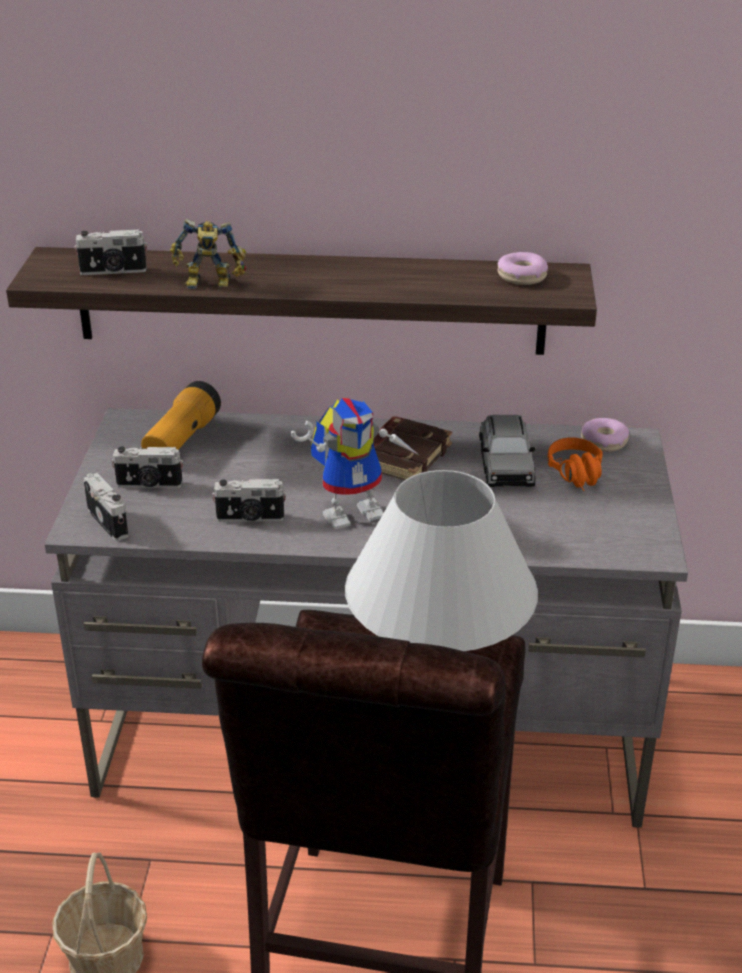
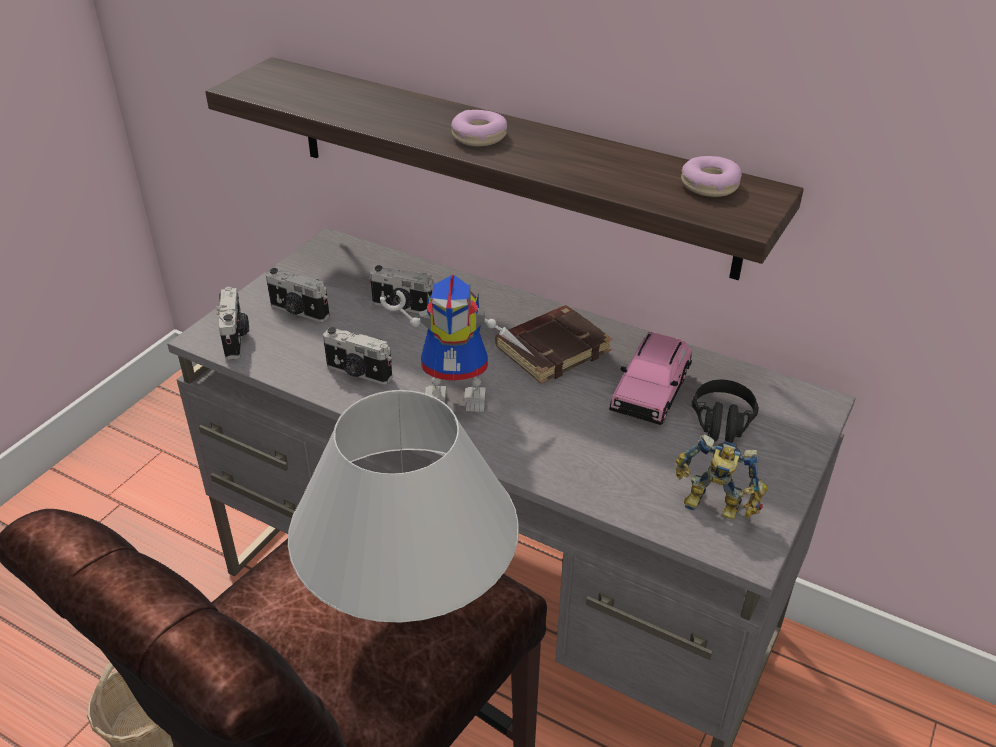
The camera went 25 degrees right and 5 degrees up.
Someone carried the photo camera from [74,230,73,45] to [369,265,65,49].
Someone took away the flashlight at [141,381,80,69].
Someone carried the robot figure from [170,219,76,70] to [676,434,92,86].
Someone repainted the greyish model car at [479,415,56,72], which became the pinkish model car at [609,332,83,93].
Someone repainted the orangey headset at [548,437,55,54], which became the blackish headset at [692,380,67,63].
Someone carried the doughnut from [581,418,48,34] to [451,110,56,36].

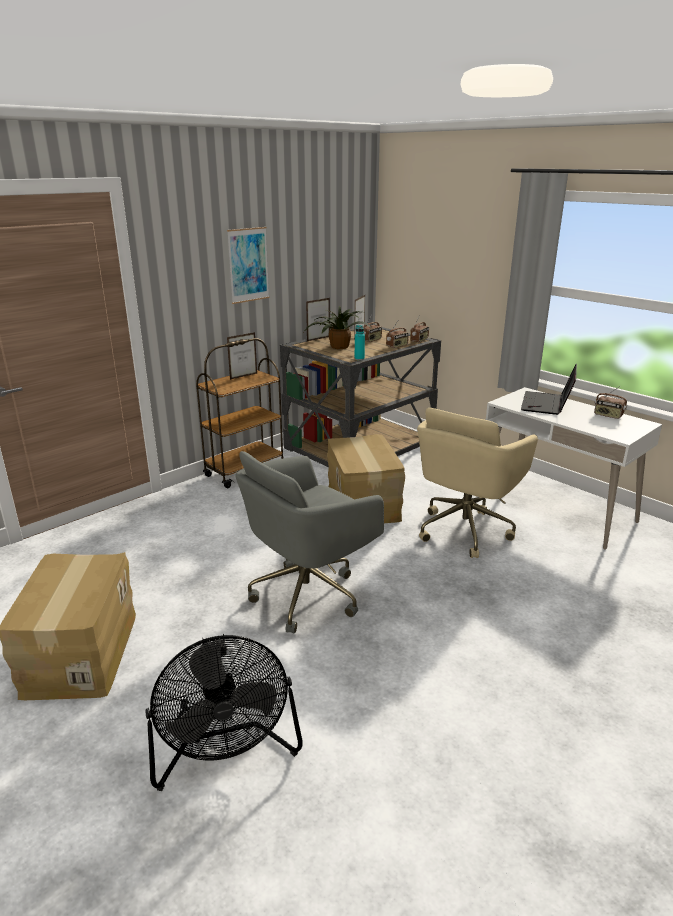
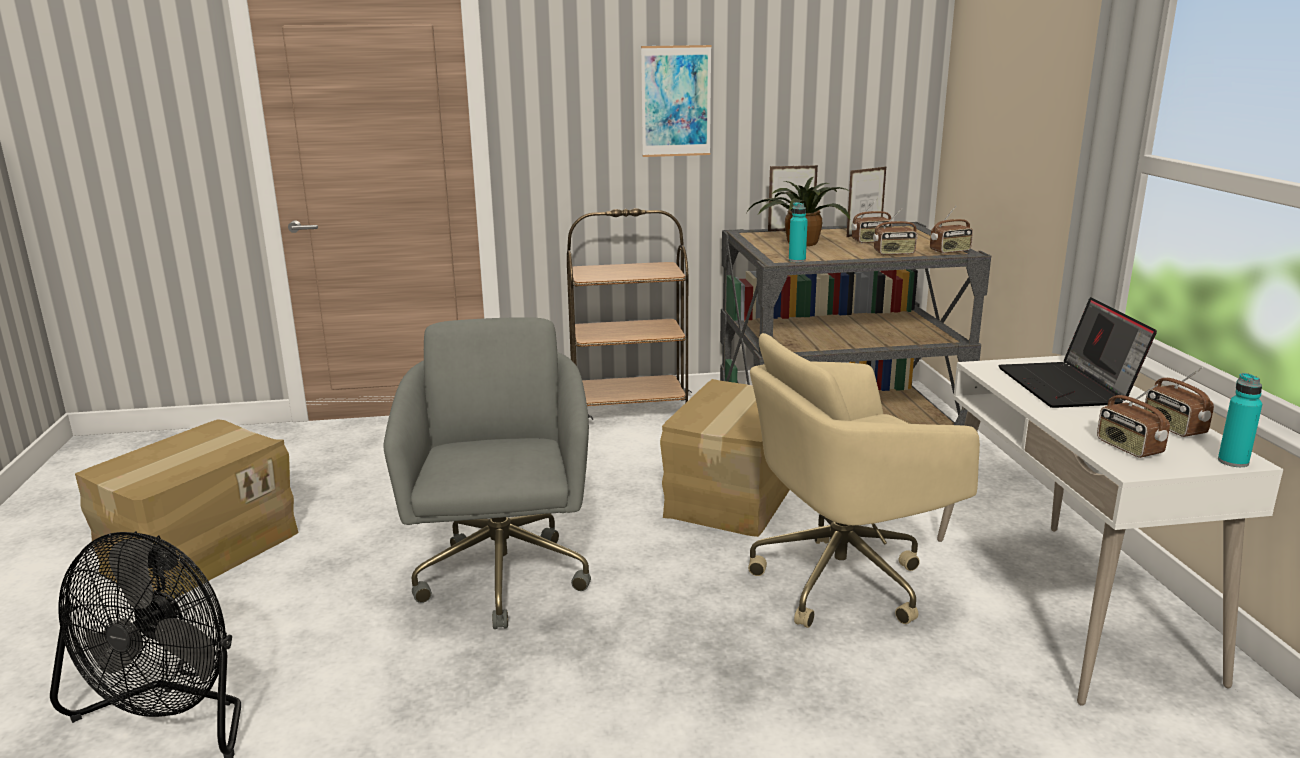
The camera went 35 degrees right and 5 degrees down.
Someone took away the photo frame at [227,332,30,48].
Someone rotated the greyish desk chair at [235,451,149,182] by 90 degrees clockwise.
Someone rotated the portable computer at [521,364,56,51] by 60 degrees counterclockwise.
Someone put down the radio set at [1097,384,73,74].
Someone put down the turquoise-coloured bottle at [1218,373,44,94].

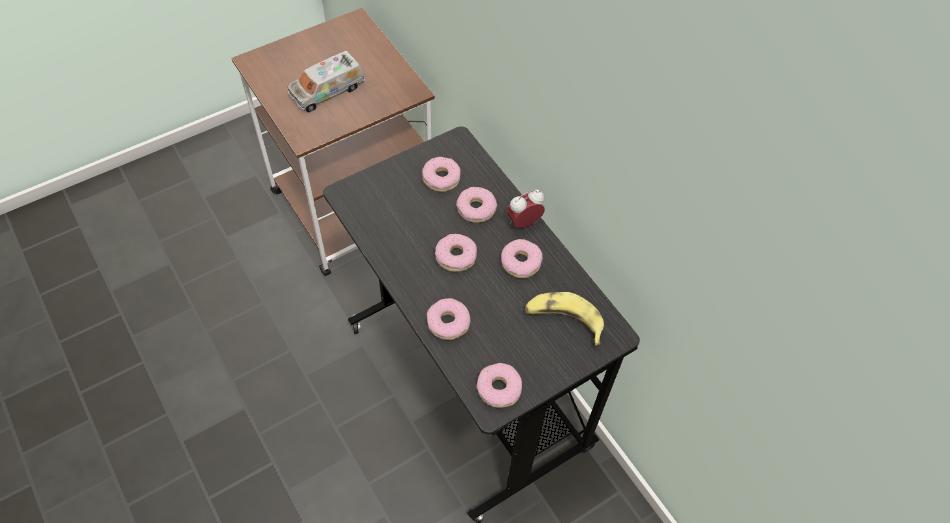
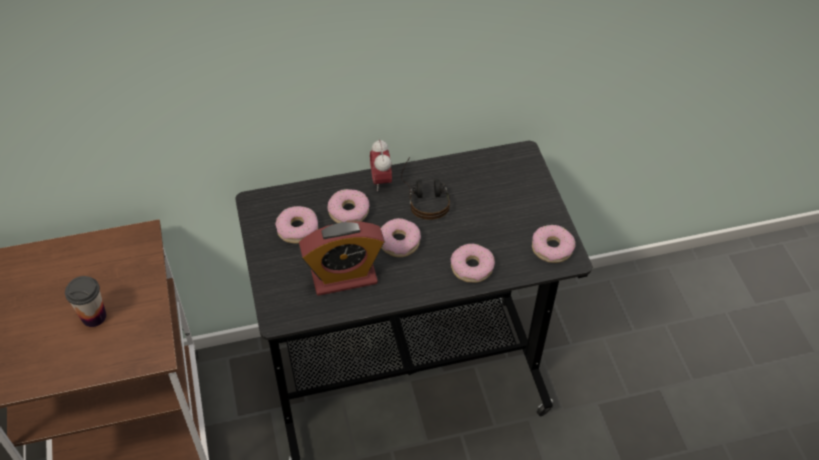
The camera went 70 degrees left and 5 degrees down.
Someone swapped the model truck at [288,51,77,62] for the drinking cup at [65,276,41,51].
Someone swapped the doughnut at [501,239,42,39] for the headset at [401,157,49,63].
Someone took away the banana fruit at [525,292,79,53].
Someone put down the bedside clock at [299,221,86,75].

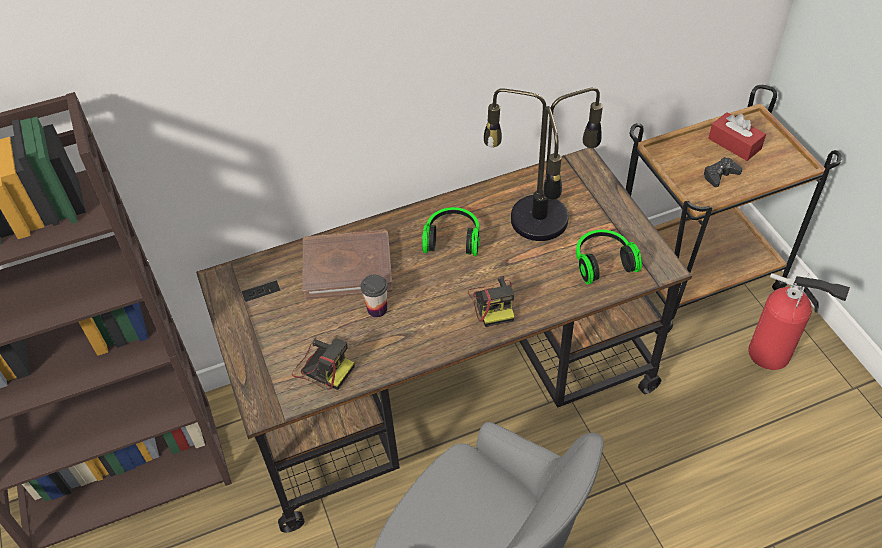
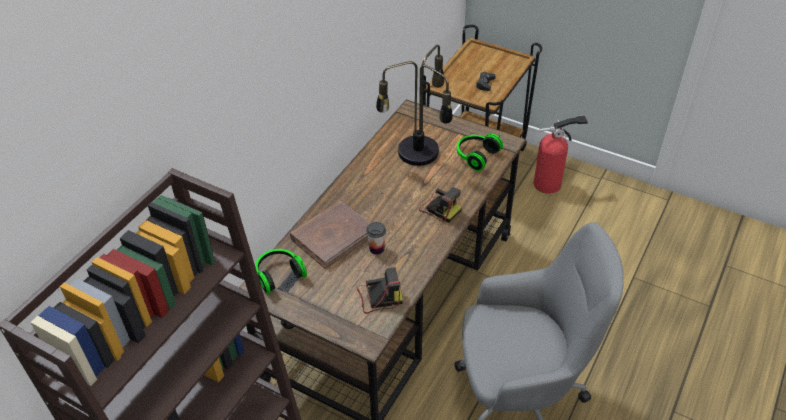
The camera went 40 degrees left and 5 degrees down.
Someone carried the headset from [422,207,58,49] to [255,249,52,45].
Someone took away the red-coloured tissue holder at [708,112,58,49].

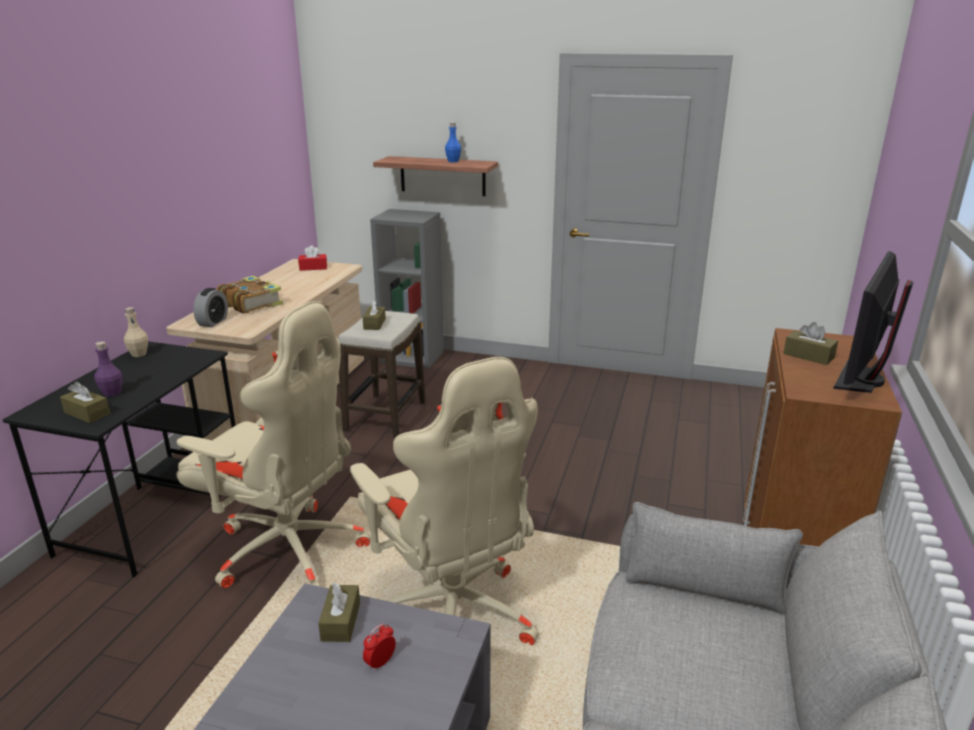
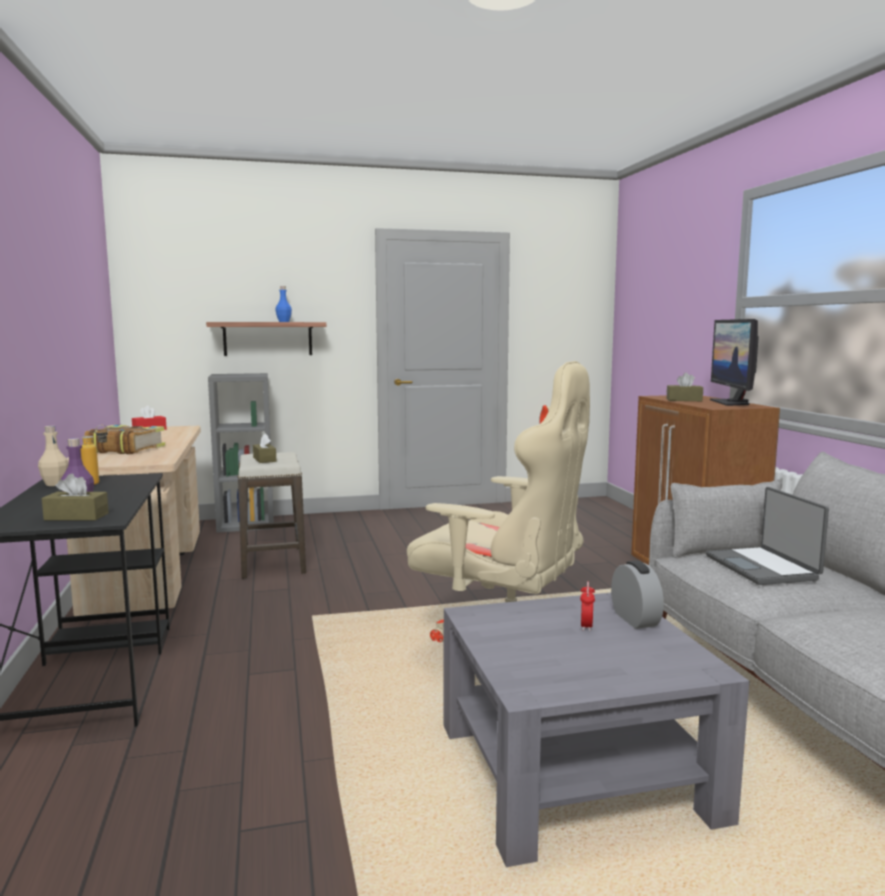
The camera went 30 degrees left and 15 degrees down.
Someone took away the beige desk chair at [177,301,193,287].
Someone carried the bedside clock from [193,288,35,39] to [611,561,53,68].
Someone took away the brown tissue holder at [318,583,42,59].
Someone put down the bottle at [81,425,27,60].
Someone put down the portable computer at [706,487,123,98].

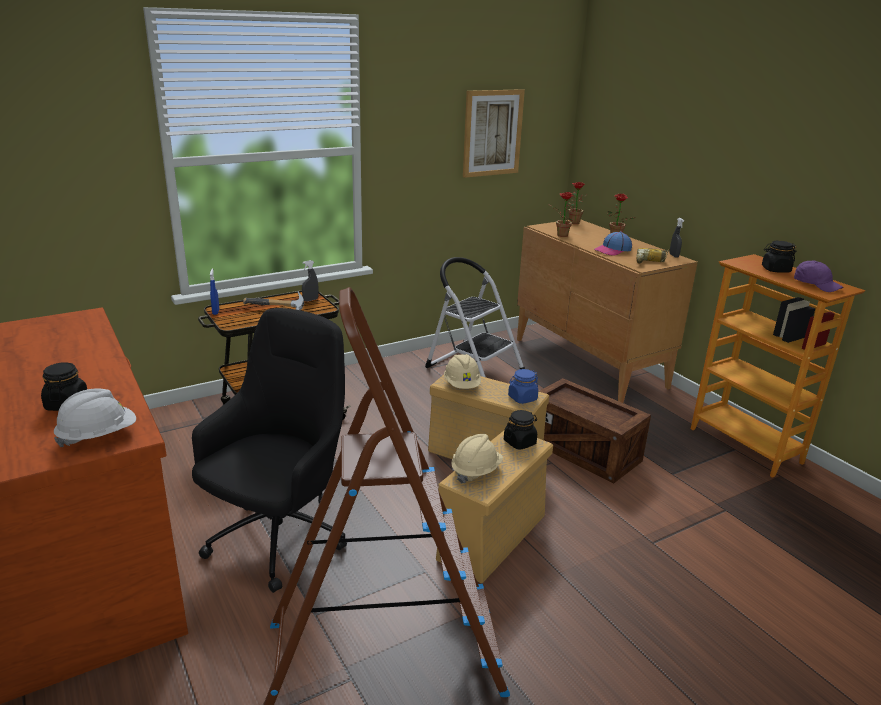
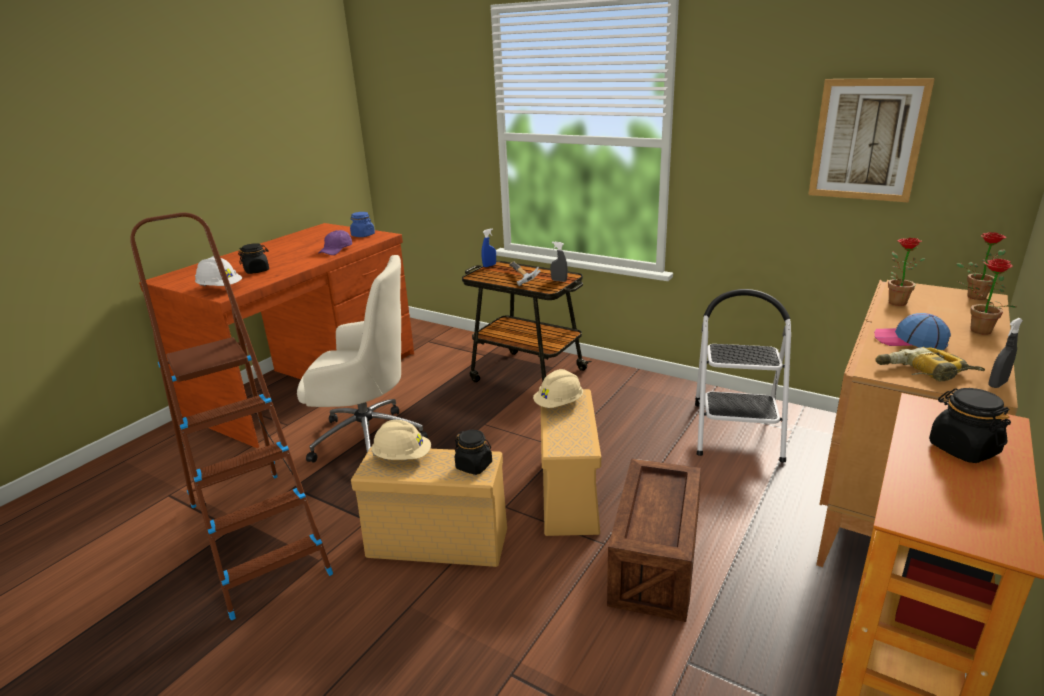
The camera went 65 degrees right and 0 degrees up.
Someone repainted the blackish desk chair at [192,308,155,285], which became the beige desk chair at [297,255,131,208].
Someone carried the blue-coloured storage jar from [508,369,30,35] to [350,212,25,25].
Someone carried the purplish peaked cap from [794,260,49,32] to [318,230,34,25].

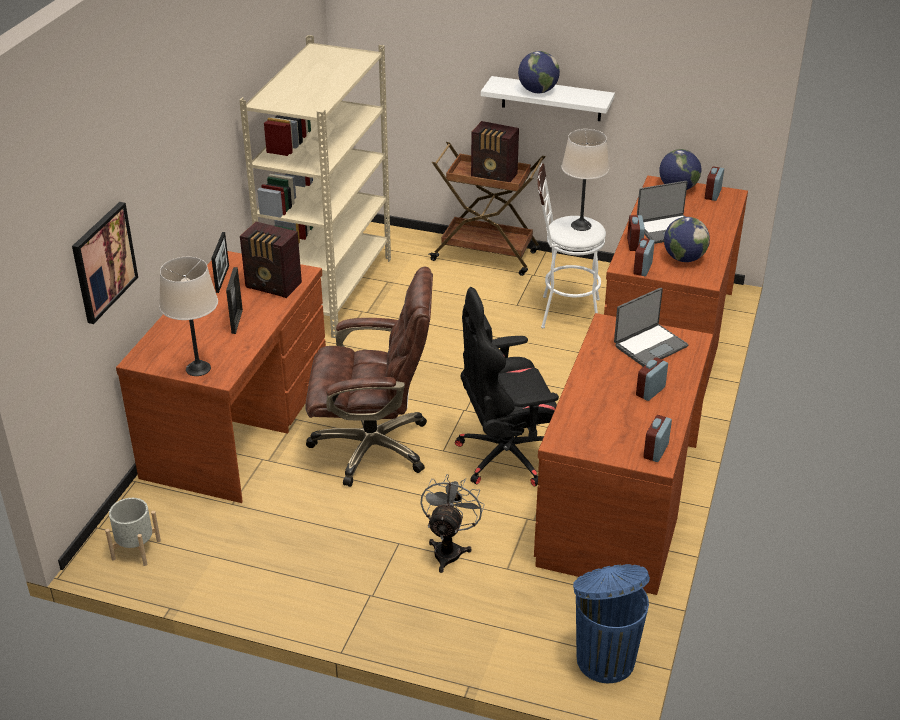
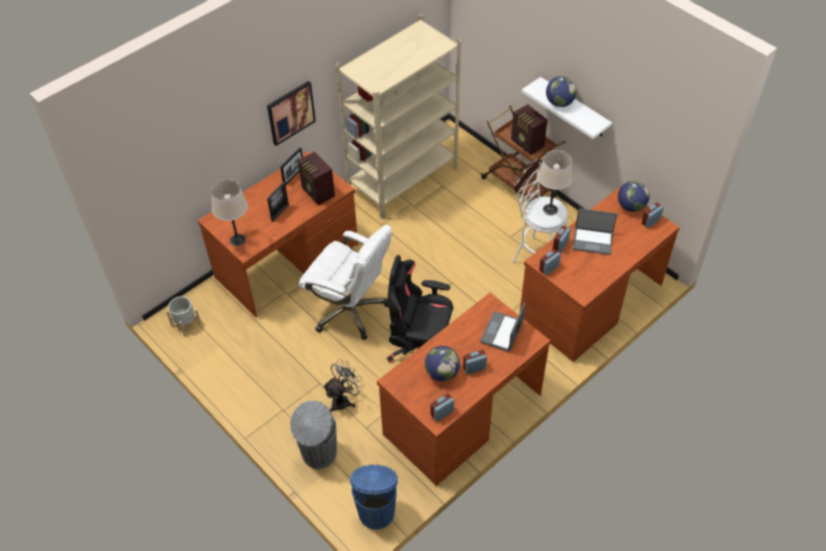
The camera went 30 degrees right and 15 degrees up.
Someone carried the wall art from [72,202,66,122] to [267,81,49,65].
Someone repainted the brown desk chair at [305,267,128,220], which became the whitish desk chair at [299,225,93,115].
Someone rotated the portable computer at [614,288,74,79] by 120 degrees clockwise.
Someone carried the globe from [664,217,46,45] to [425,346,35,35].
Someone put down the greyish rubbish bin at [290,401,47,68].

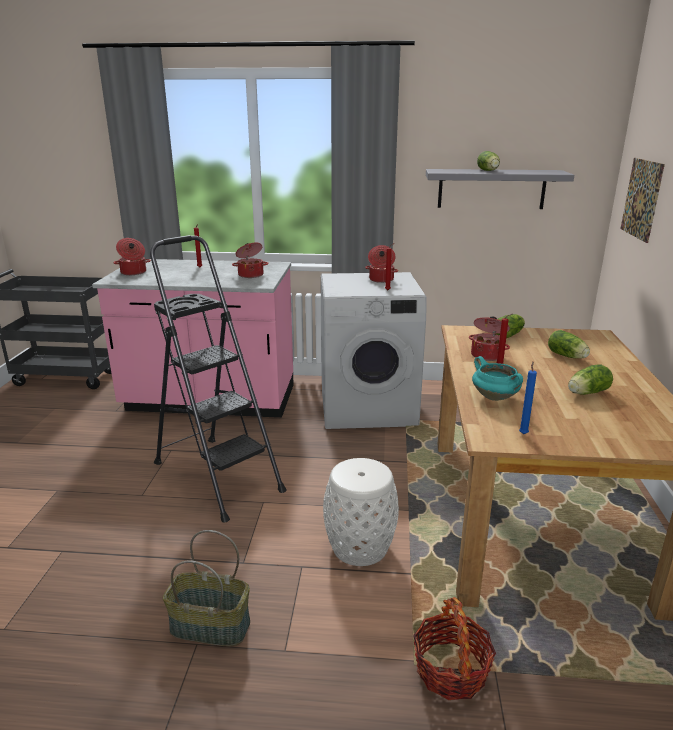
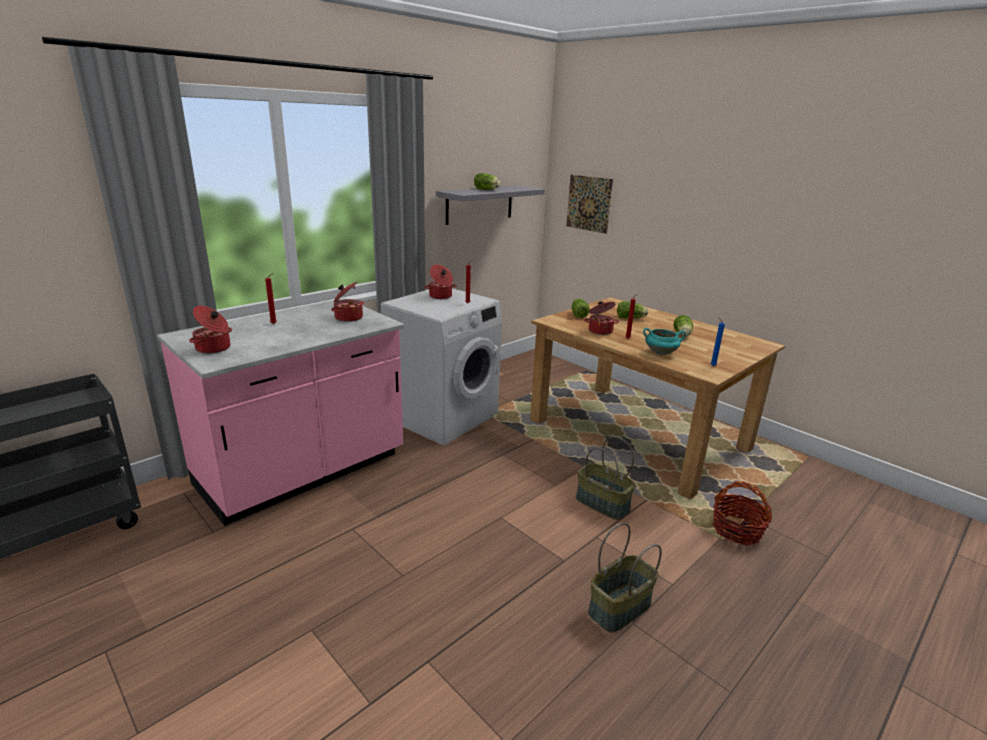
The camera went 50 degrees left and 0 degrees up.
Someone took away the step stool at [150,235,137,288].
Someone swapped the whitish stool at [323,458,76,108] for the basket at [576,436,60,84].

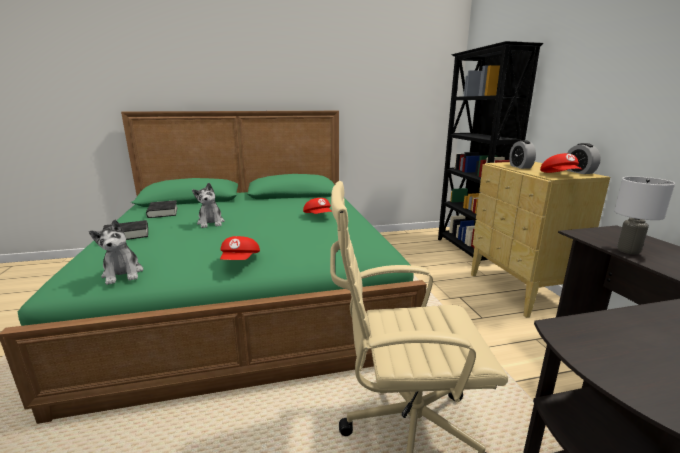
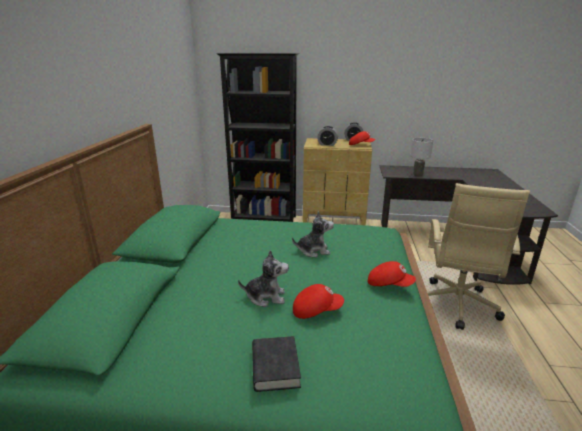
The camera went 70 degrees left and 5 degrees up.
Someone carried the plush toy from [89,220,54,65] to [292,211,42,46].
Someone took away the blackish book at [146,200,32,18].
Someone carried the red-coloured peaked cap from [303,198,29,16] to [293,284,51,35].

